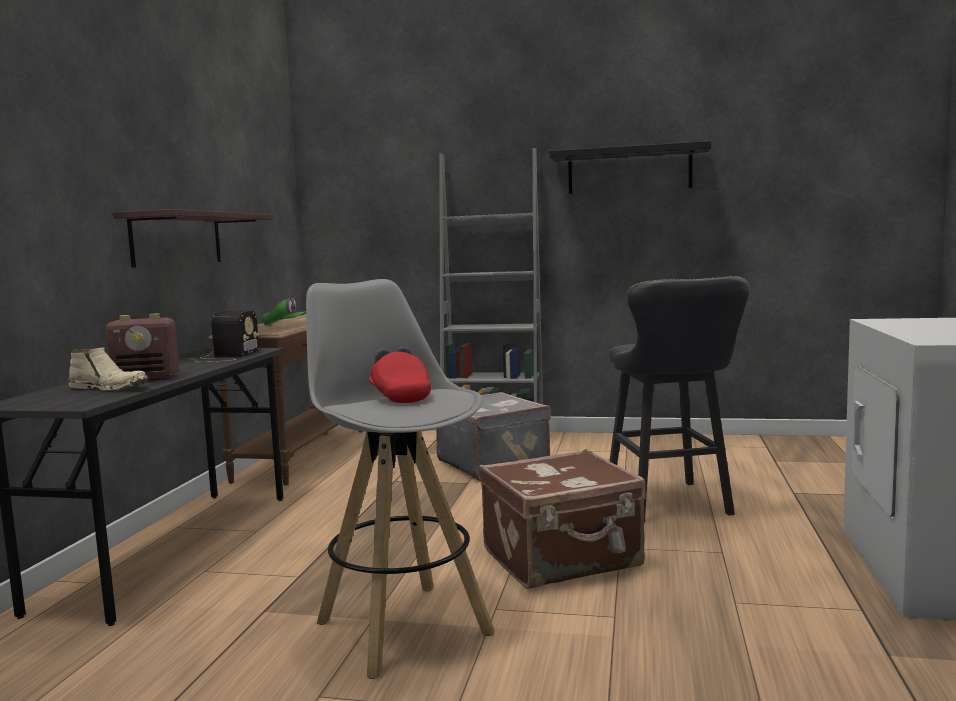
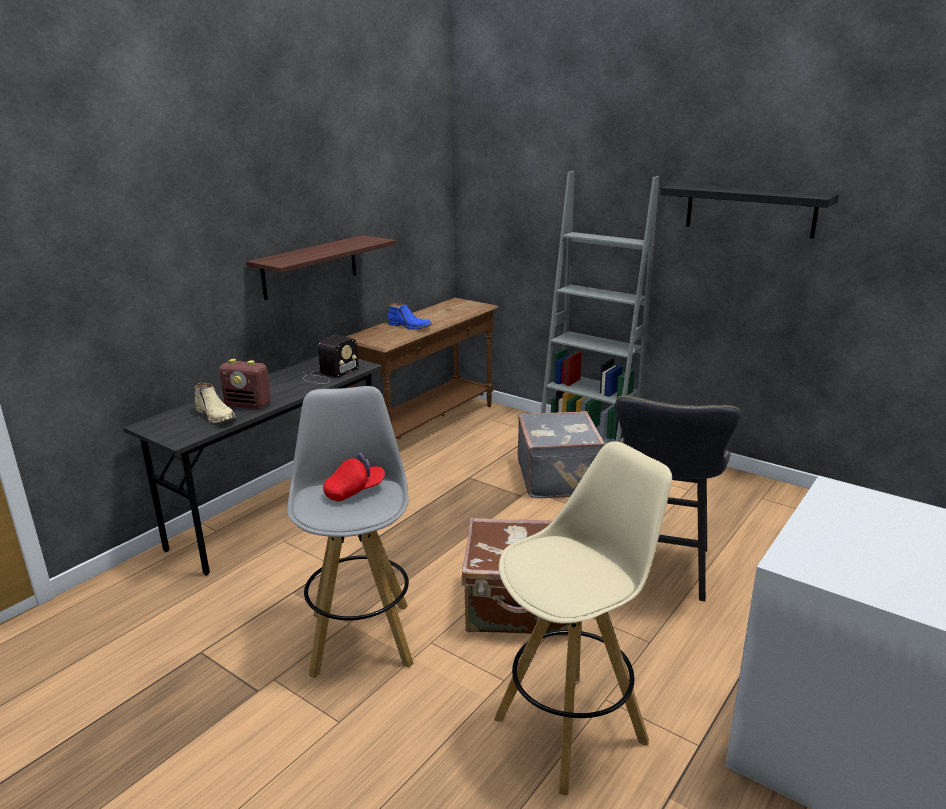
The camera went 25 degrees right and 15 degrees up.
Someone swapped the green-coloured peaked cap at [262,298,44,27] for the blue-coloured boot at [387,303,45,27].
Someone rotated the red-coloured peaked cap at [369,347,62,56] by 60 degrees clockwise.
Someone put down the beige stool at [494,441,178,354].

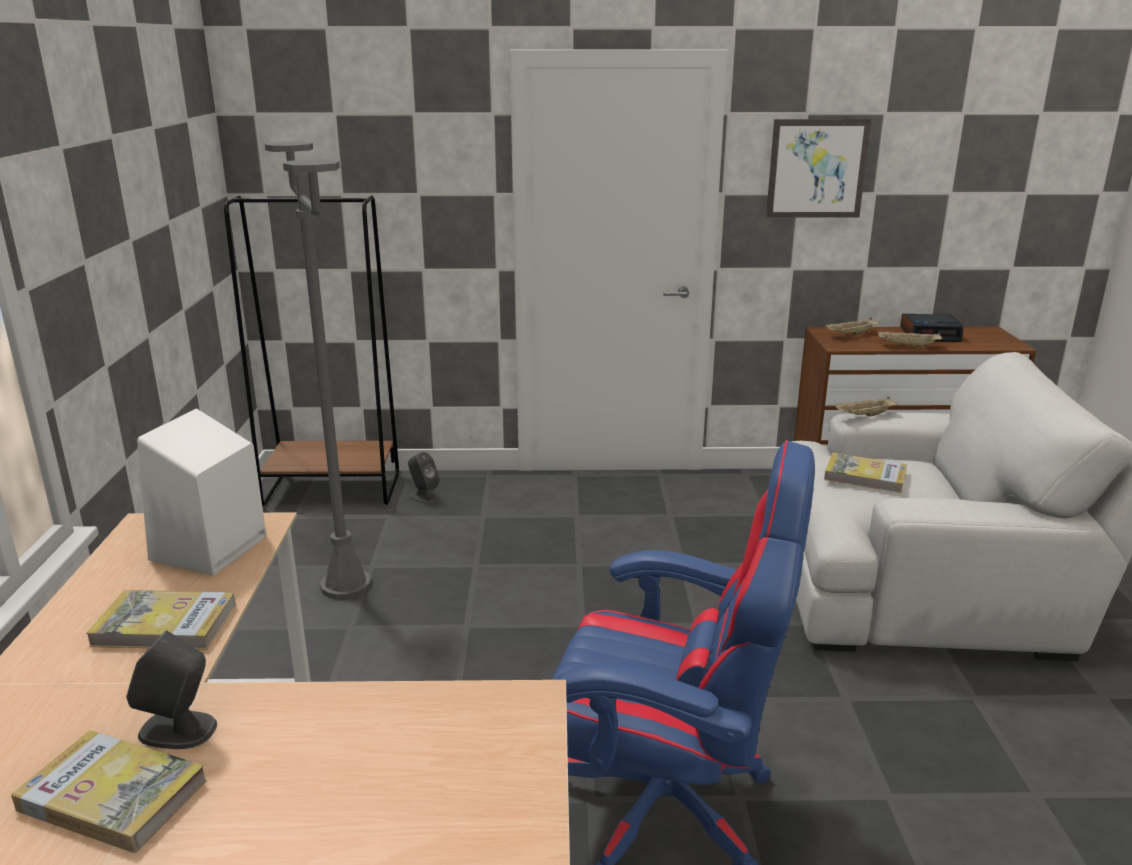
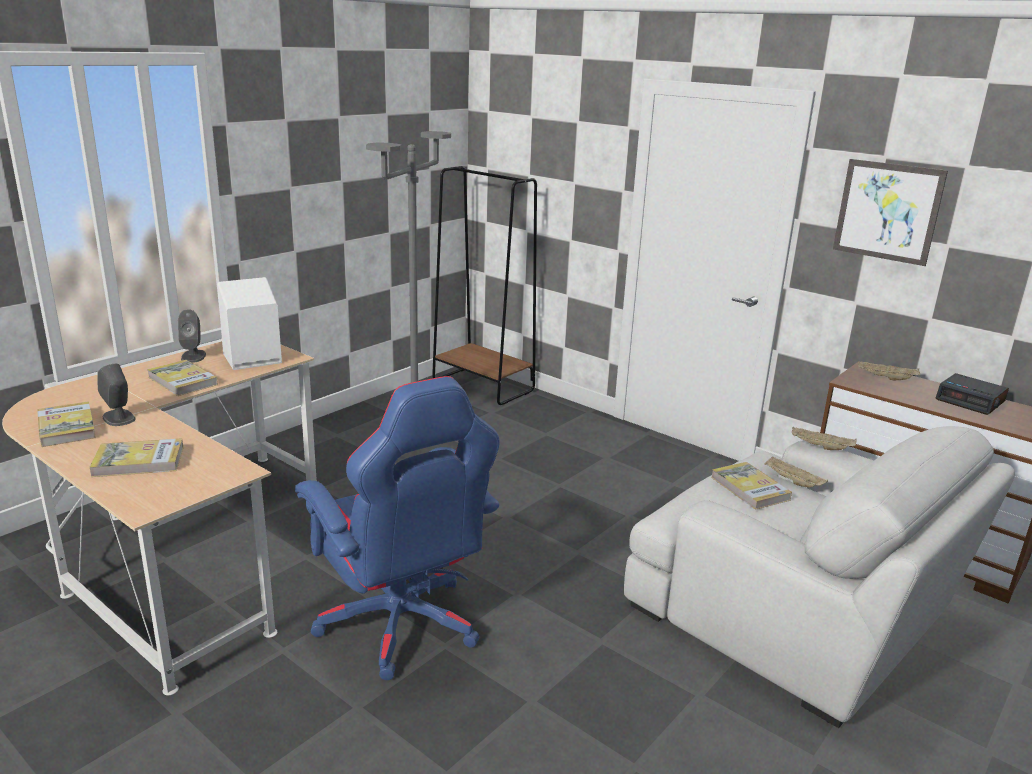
The camera went 40 degrees right and 0 degrees up.
Someone carried the greyish loudspeaker from [408,452,32,52] to [178,309,28,54].
Someone carried the beige serving tray from [878,331,65,17] to [764,456,64,31].
Someone put down the book at [89,438,94,39].

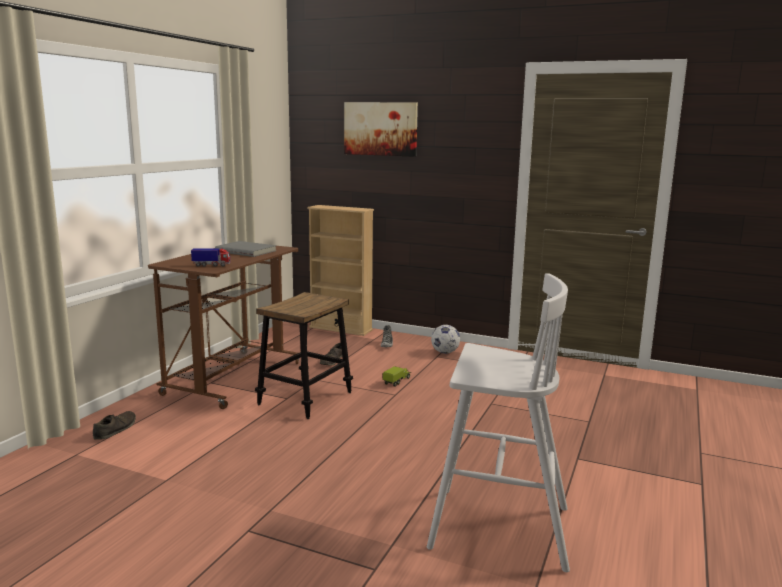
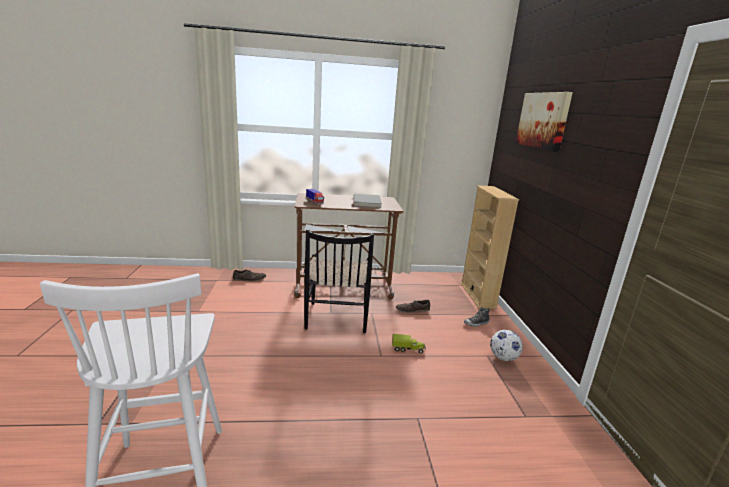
The camera went 60 degrees right and 5 degrees up.
Someone swapped the stool at [255,292,98,127] for the blackish plain chair at [304,229,70,104].

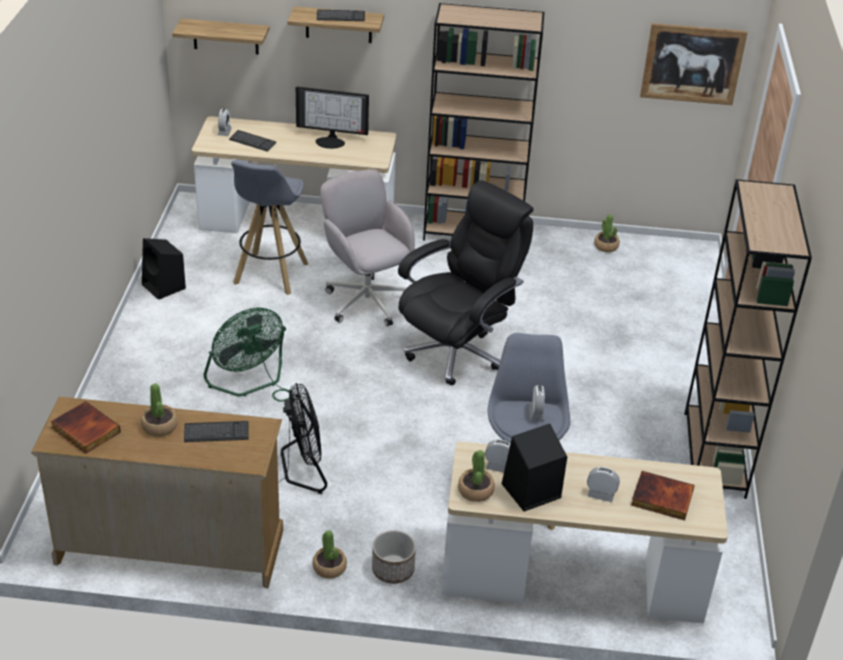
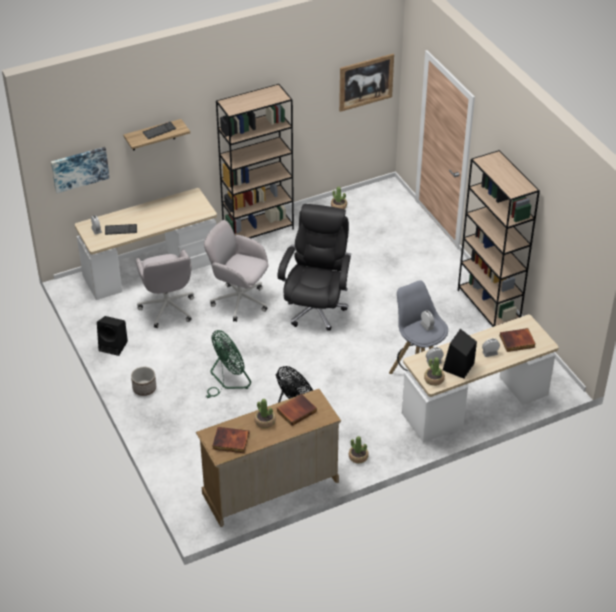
The camera went 30 degrees left and 5 degrees up.
Someone swapped the wall shelf at [172,18,97,36] for the wall art at [51,147,59,46].
Someone swapped the PC keyboard at [184,421,65,21] for the book at [277,394,40,32].
Someone rotated the green-coloured cooling fan at [204,308,91,94] by 120 degrees clockwise.
Someone swapped the greyish stool at [231,160,77,135] for the greyish desk chair at [136,249,58,79].
Someone took away the monitor at [296,86,73,63].
Someone carried the plant pot from [372,530,44,54] to [131,367,25,29].

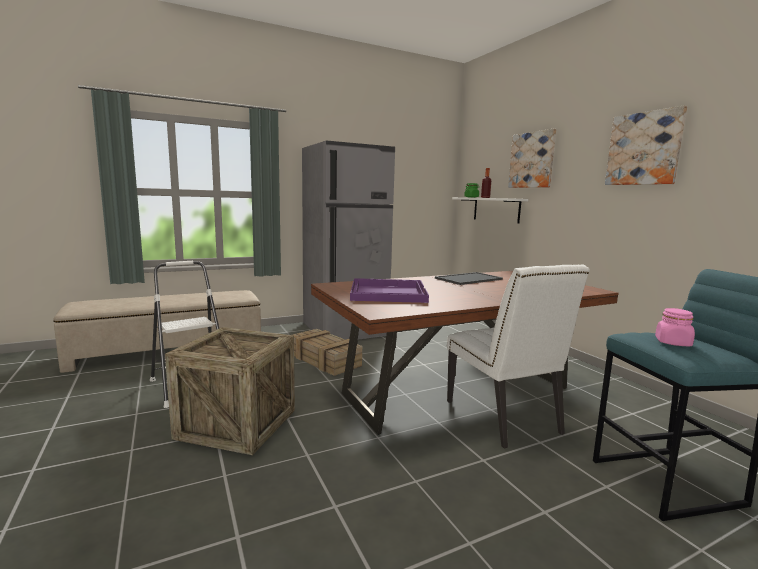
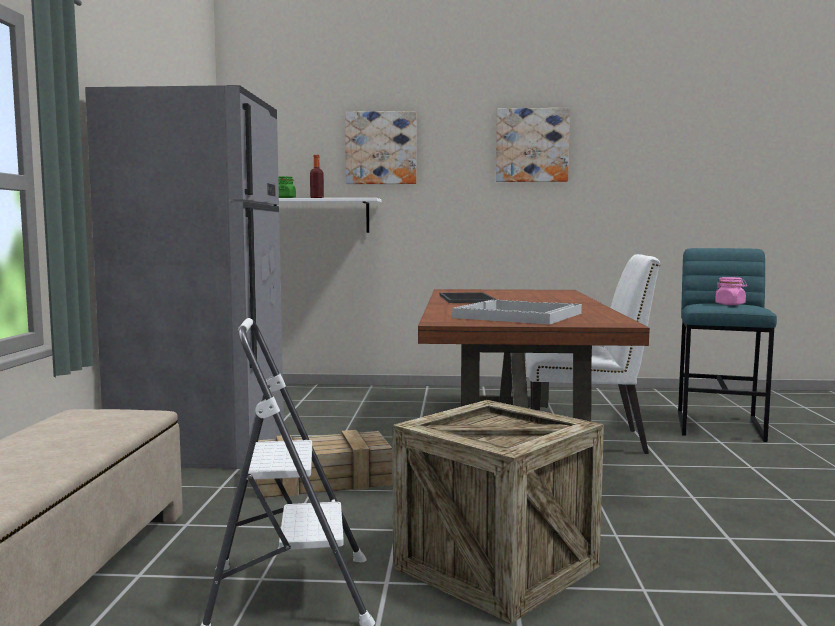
The camera went 60 degrees left and 5 degrees down.
Someone repainted the purplish serving tray at [350,278,79,25], which became the whitish serving tray at [452,300,130,25].

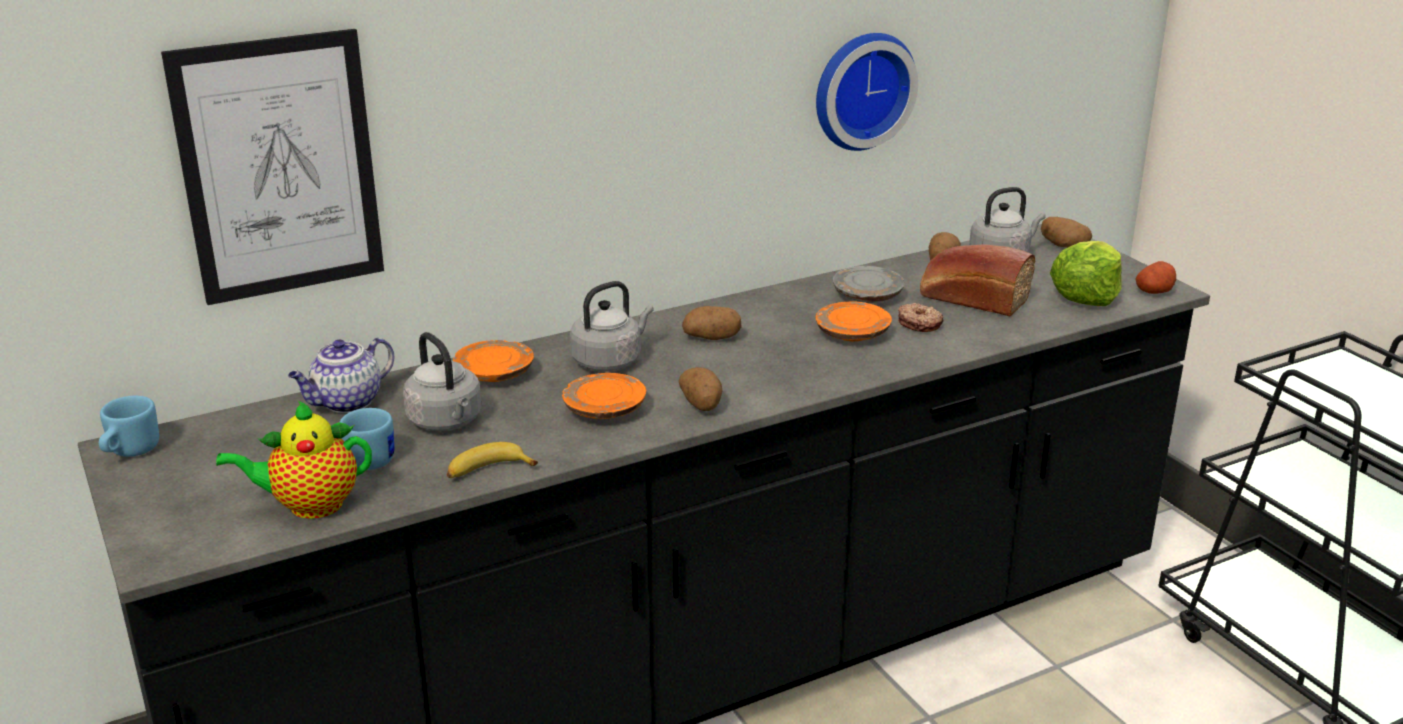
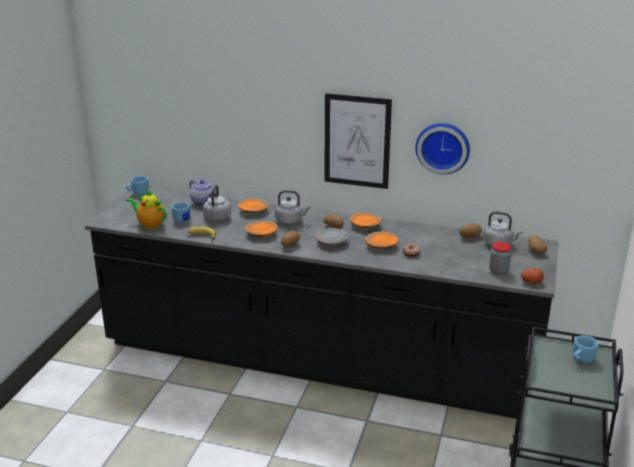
The camera went 45 degrees right and 0 degrees up.
Someone carried the wall art from [161,29,223,276] to [325,93,67,96].
Someone rotated the tea pot at [288,338,107,75] by 135 degrees counterclockwise.
Someone carried the greyish plate from [833,266,72,37] to [316,228,32,18].
Someone took away the bread at [920,245,115,72].
Someone swapped the lettuce at [1050,241,72,65] for the storage jar at [489,242,22,33].
Someone put down the orangey plate at [350,213,31,16].
Someone put down the blue-coloured mug at [573,336,25,27].

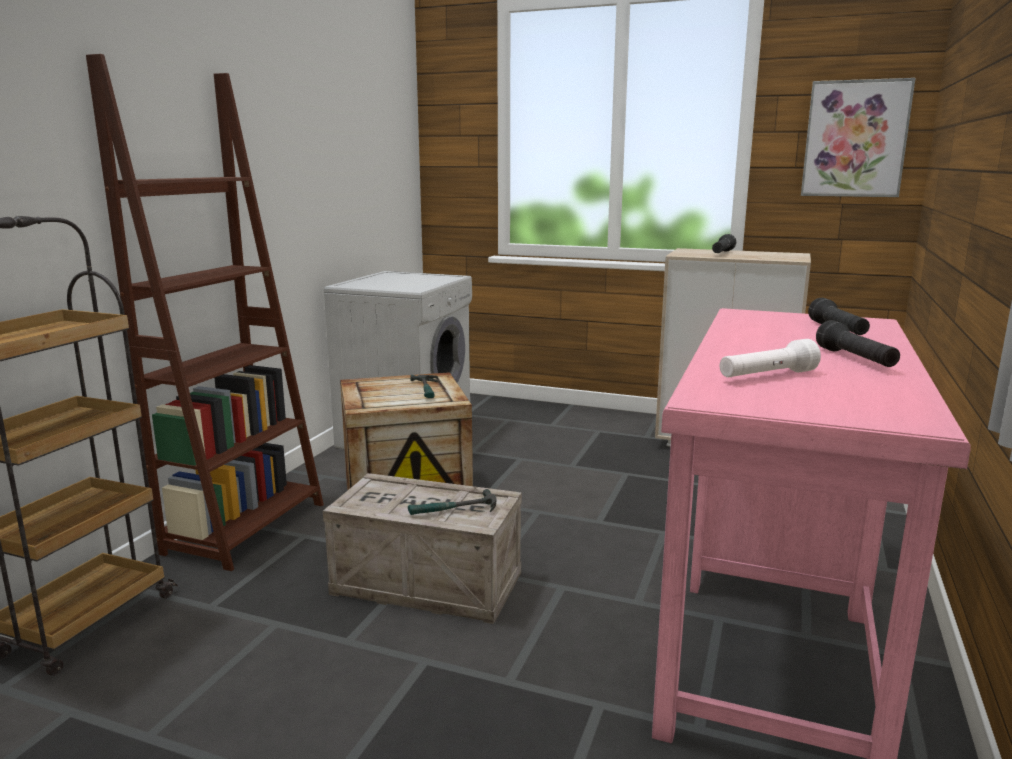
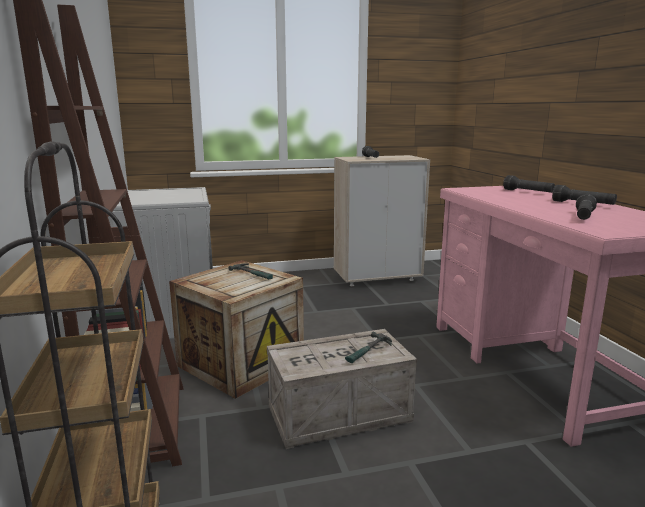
The camera went 35 degrees left and 0 degrees up.
Someone repainted the whitish flashlight at [719,339,102,38], which became the blackish flashlight at [576,194,21,26].
Someone took away the wall art at [801,78,115,119].

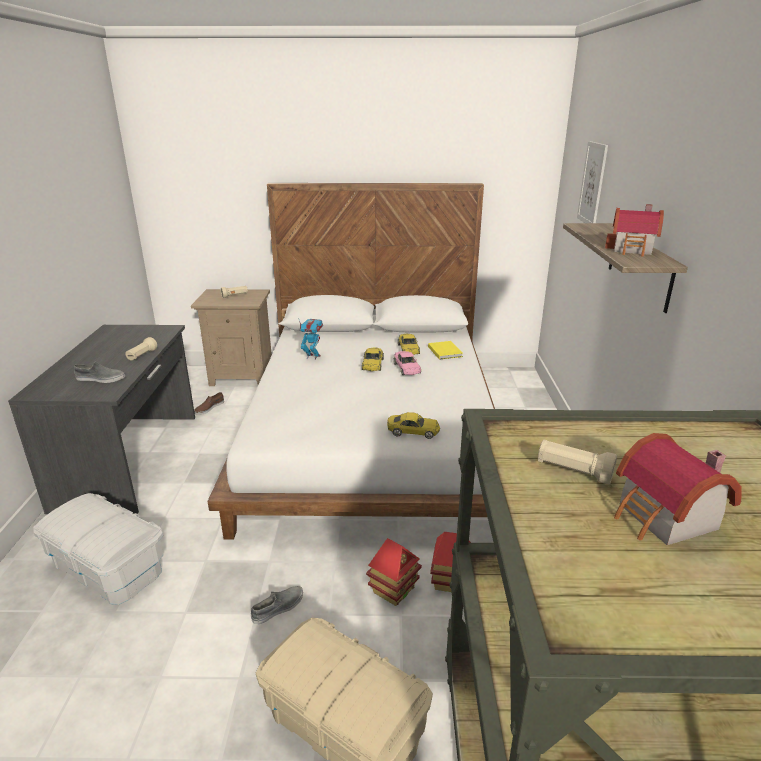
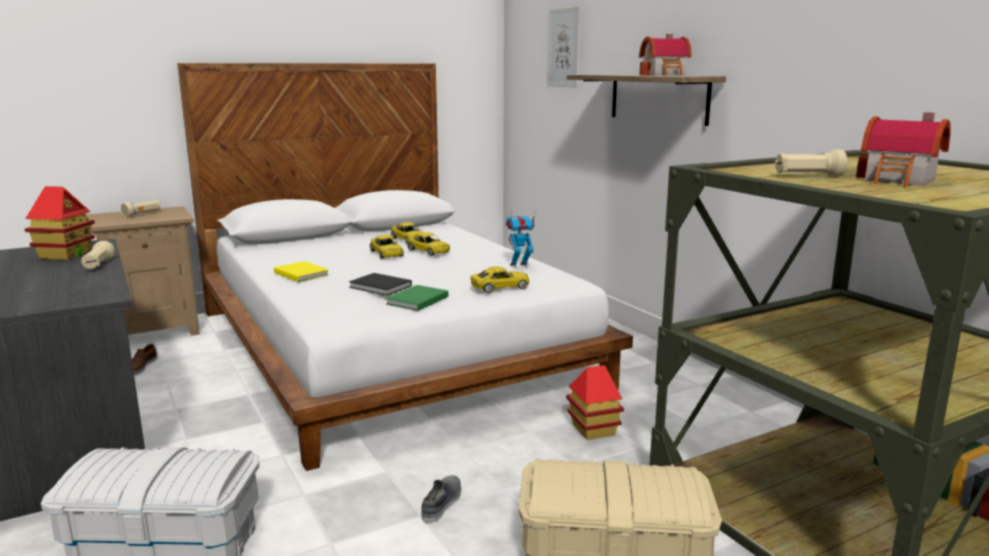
The camera went 30 degrees left and 10 degrees down.
Someone took away the greyish shoe at [74,362,51,21].
Someone carried the robot figure from [298,318,25,42] to [505,213,30,55].
Someone carried the toy house from [366,538,56,68] to [24,186,71,74].
Someone repainted the pinkish model car at [393,351,28,24], which became the yellow-coloured model car at [407,232,43,24].
Someone carried the yellow-coloured book from [428,341,35,19] to [274,261,55,21].
Someone put down the blackish book at [349,273,63,23].
Someone put down the green-coloured book at [386,285,62,26].

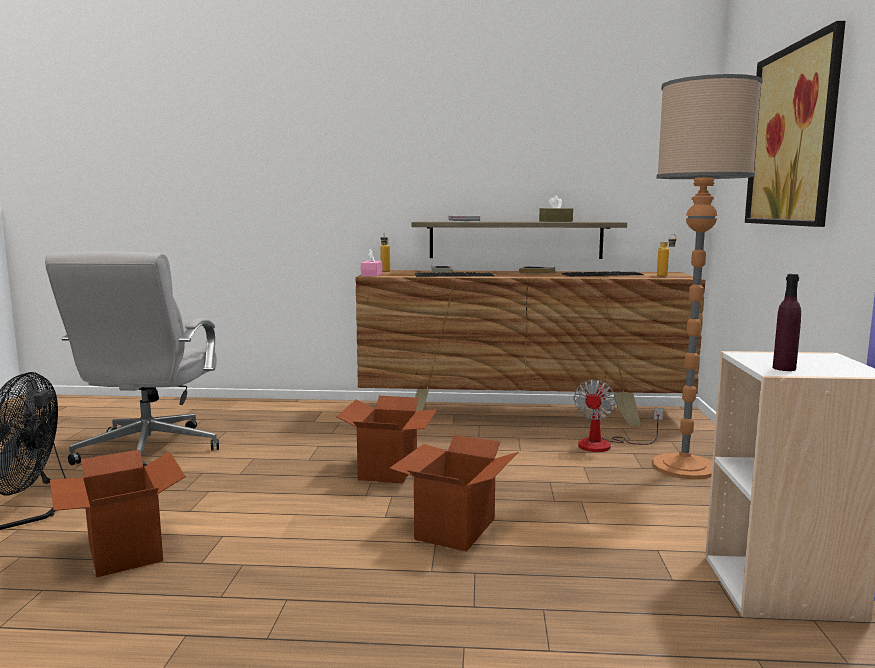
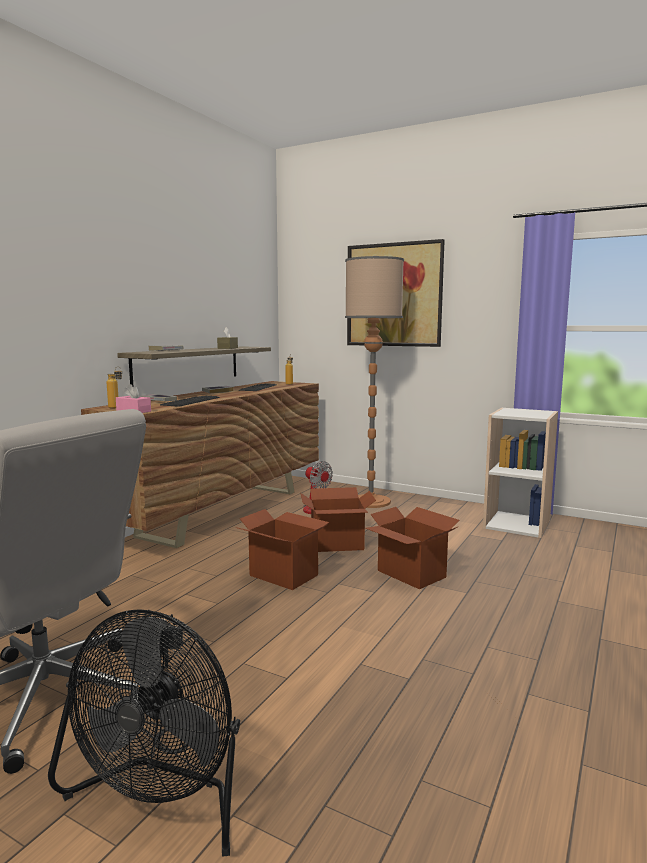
The camera went 65 degrees left and 0 degrees up.
Someone carried the packing box from [50,450,136,128] to [301,487,75,65].
Someone took away the purplish bottle at [773,274,28,97].

